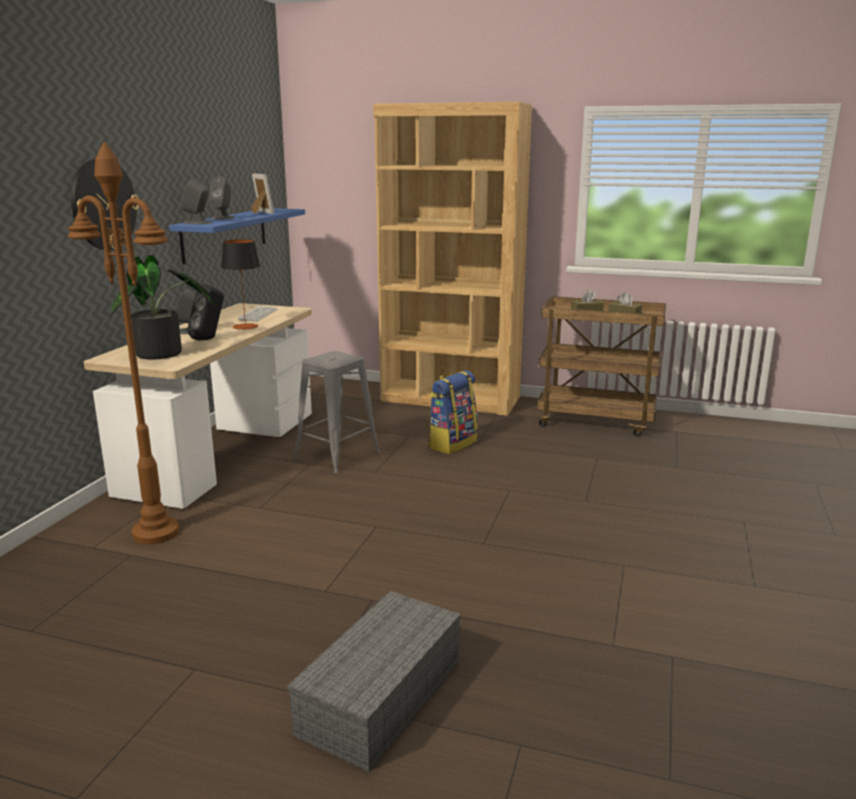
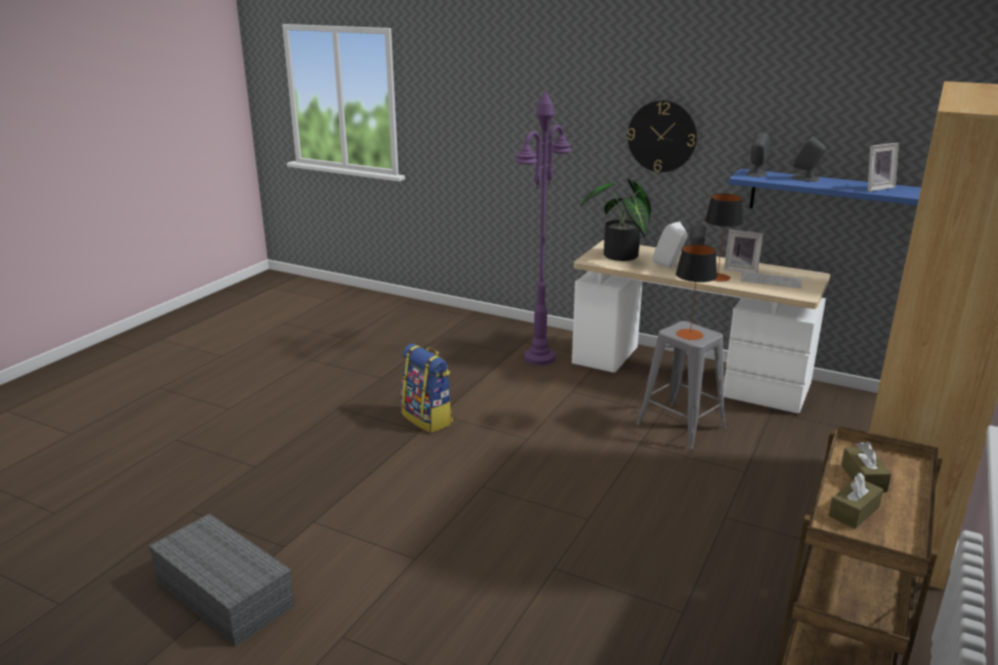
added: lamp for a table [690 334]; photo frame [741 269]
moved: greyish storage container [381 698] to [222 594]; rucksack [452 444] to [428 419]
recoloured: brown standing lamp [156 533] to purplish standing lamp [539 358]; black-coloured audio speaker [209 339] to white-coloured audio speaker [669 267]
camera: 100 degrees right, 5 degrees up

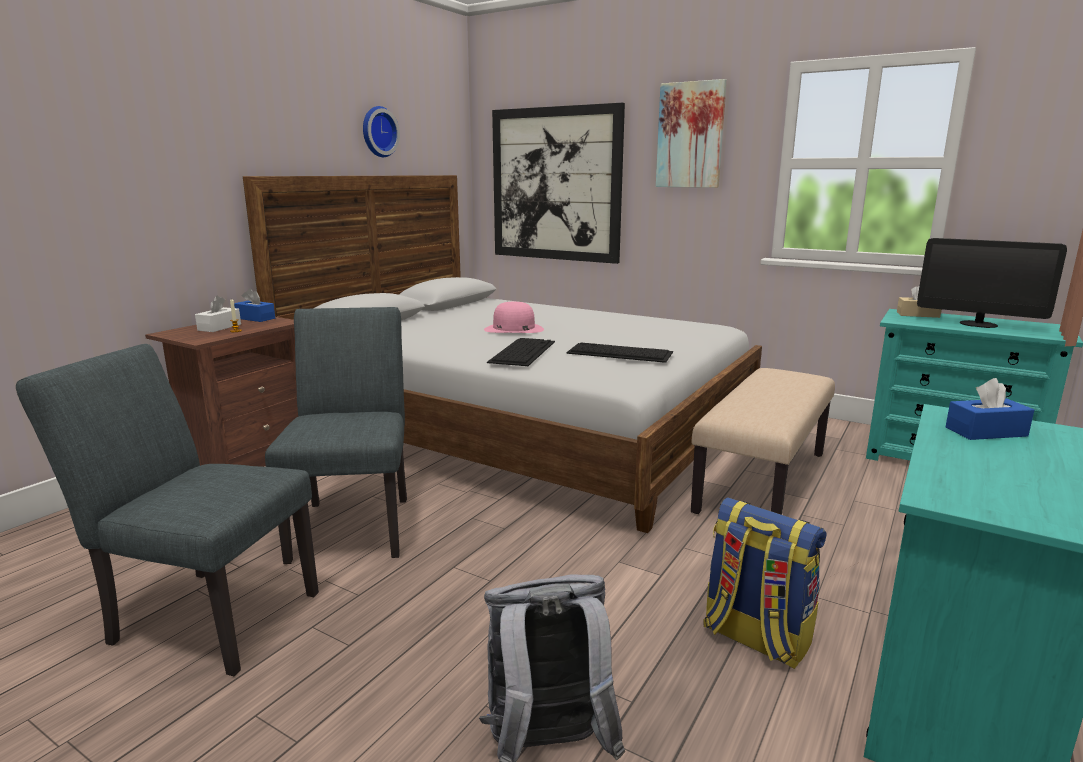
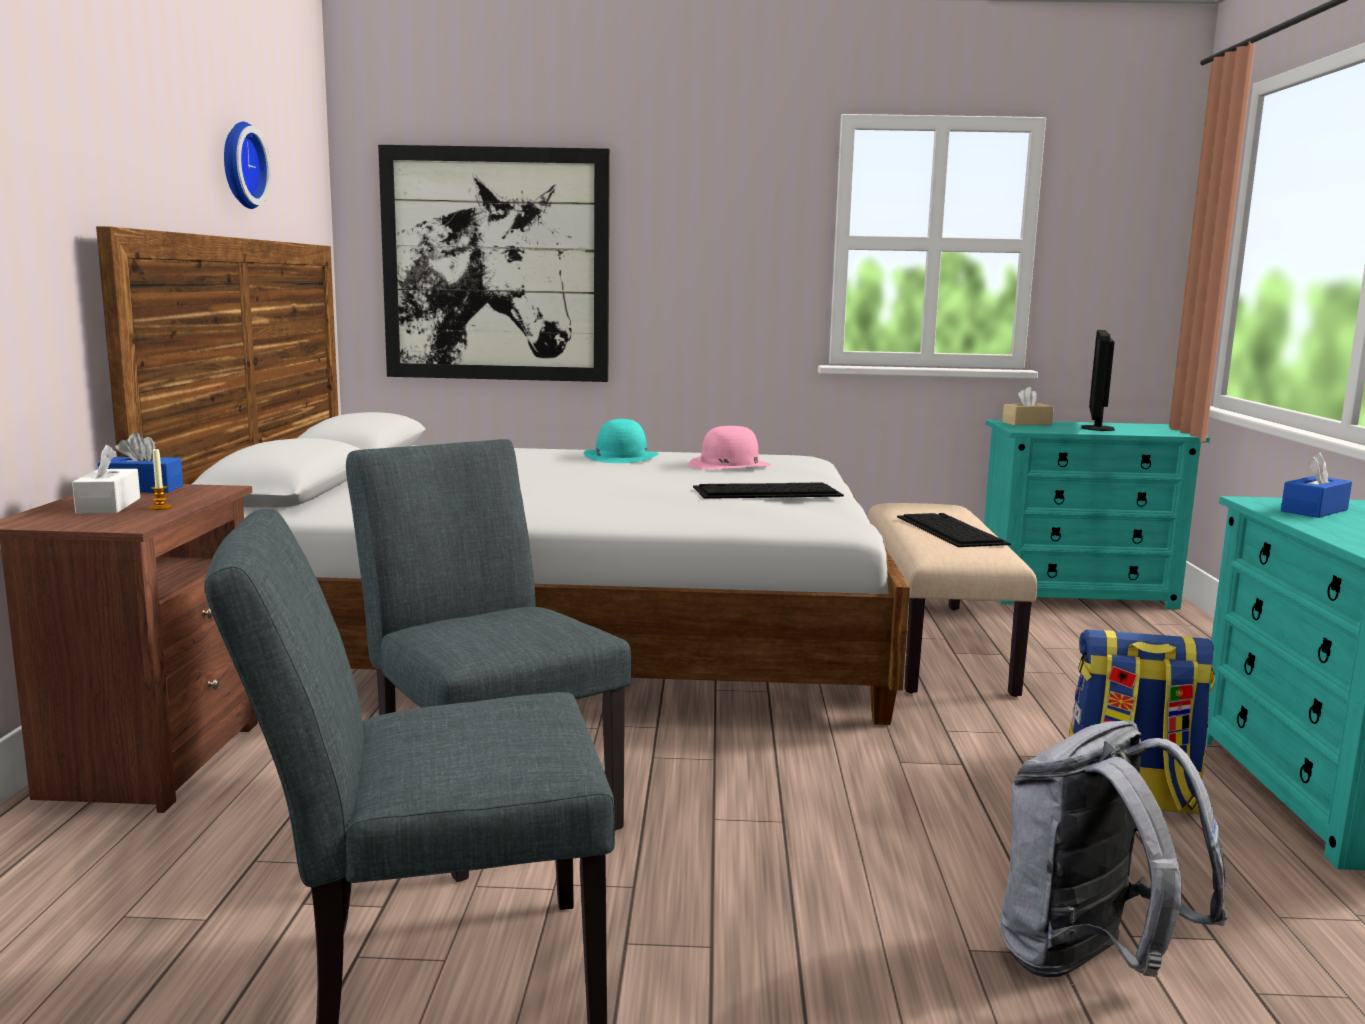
removed: wall art [690 135]
added: blue-green hat [621 456]
moved: pink hat [513 329] to [729 464]; computer keyboard [522 351] to [949 530]
turned: computer display [978 324] = [1097 428] 105 degrees clockwise
camera: 30 degrees left, 5 degrees down

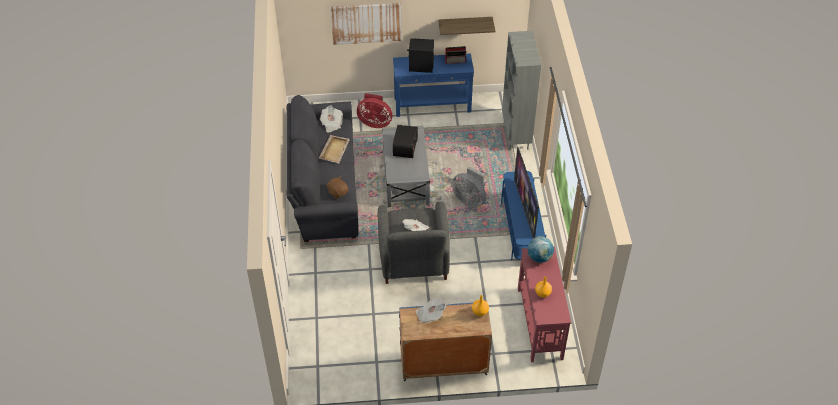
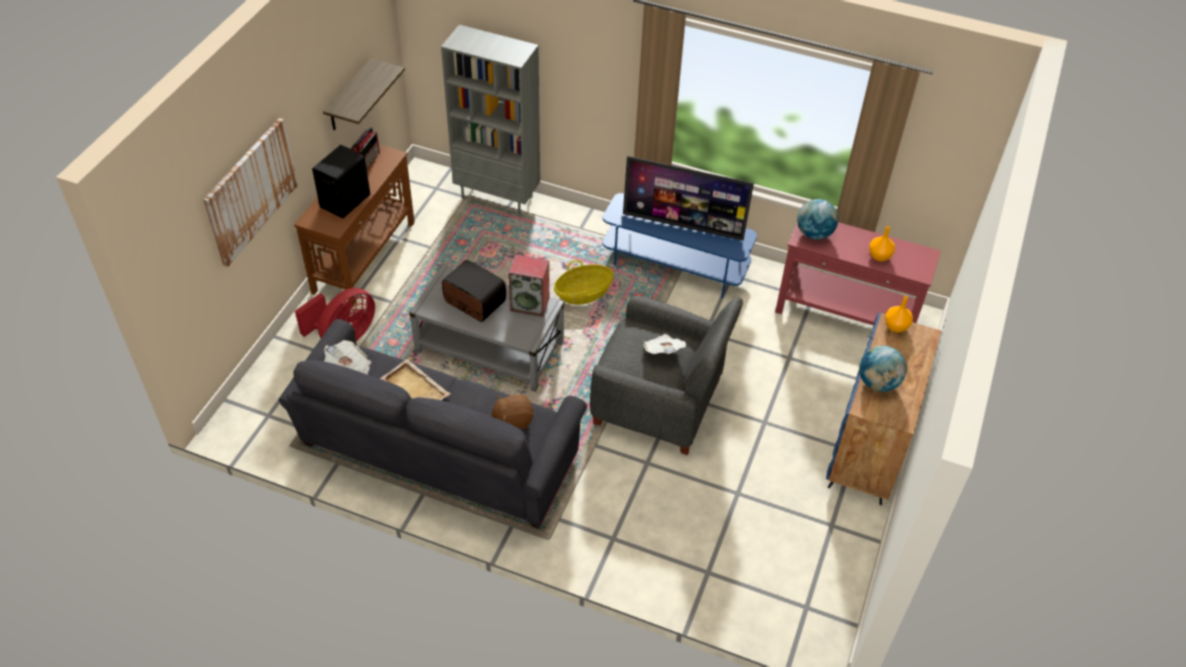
added: audio speaker [530 304]
replaced: daily paper [430 315] to desk globe [877 383]; greyish electric fan [469 199] to basket [583 294]
recoloured: blue console table [433 105] to brown console table [365 256]
camera: 65 degrees left, 0 degrees up

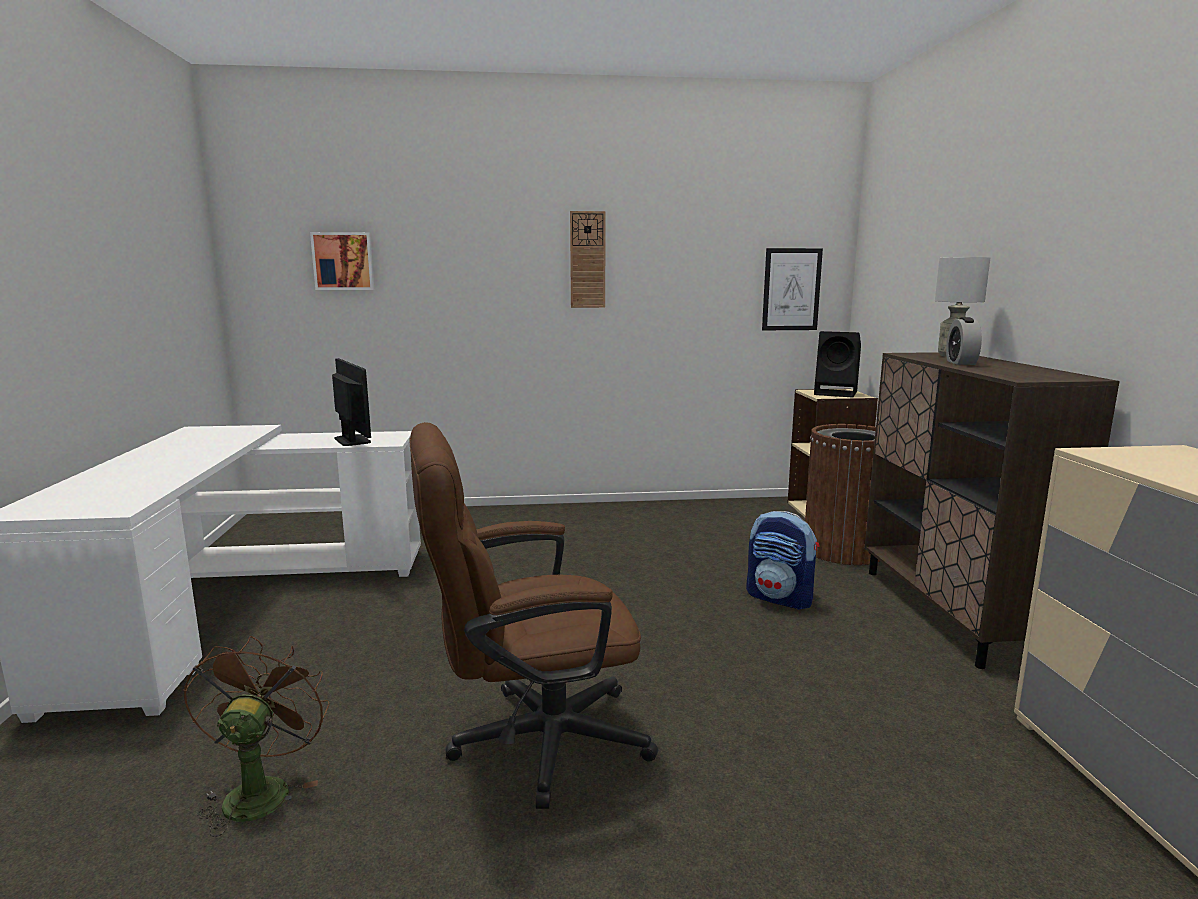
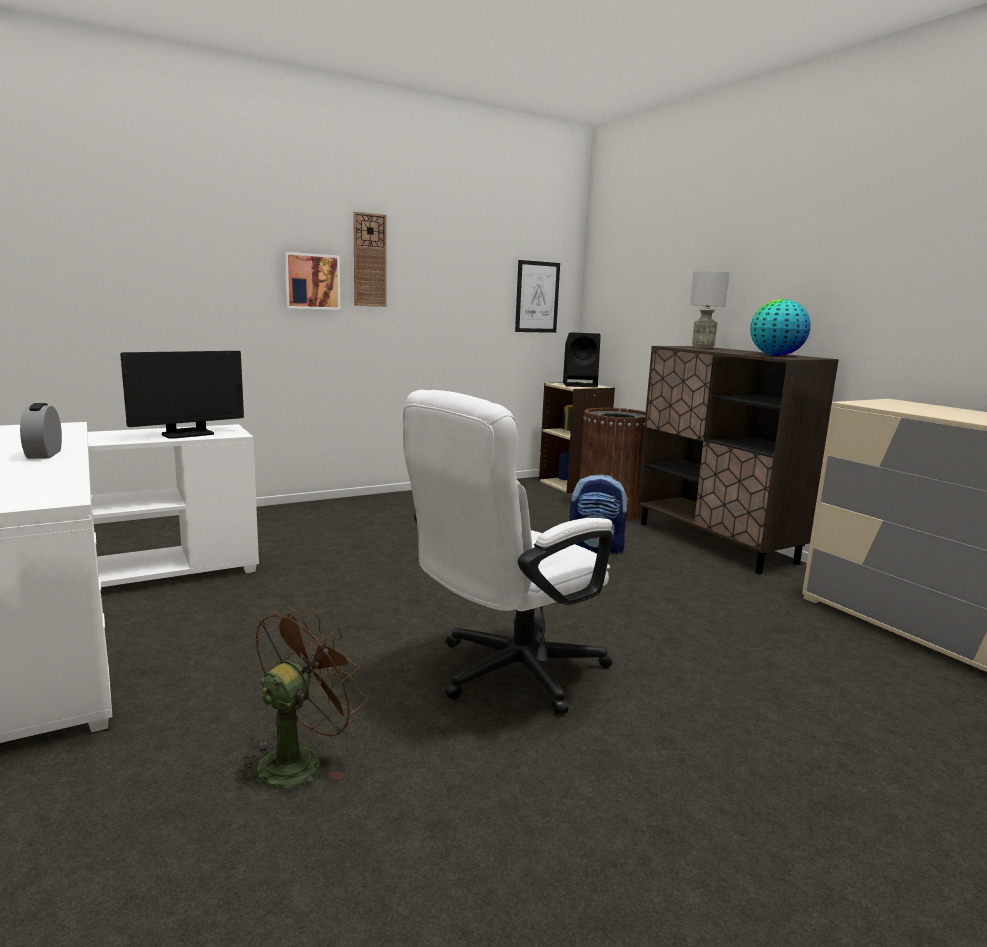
added: desk globe [775 356]
moved: wall art [343 261] to [311 281]; alarm clock [961 362] to [44 454]
recoloured: brown office chair [531 742] to white-coloured office chair [506 674]
turned: brown electric fan [260 790] = [298 760] 60 degrees clockwise; computer display [352 440] = [188 434] 105 degrees clockwise
camera: 25 degrees left, 0 degrees up

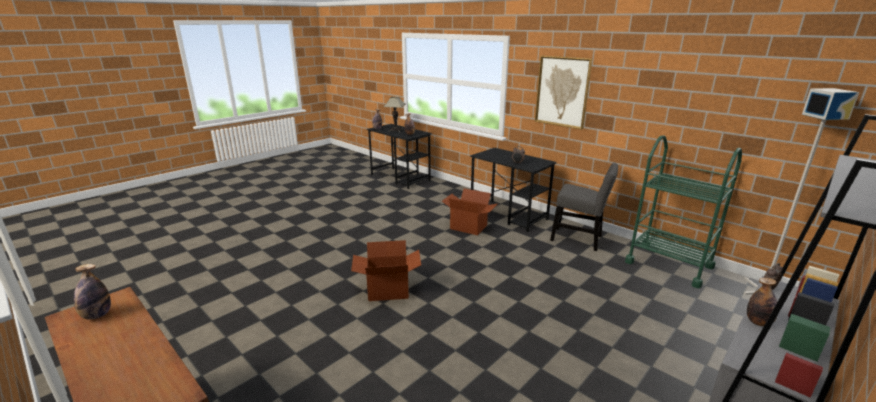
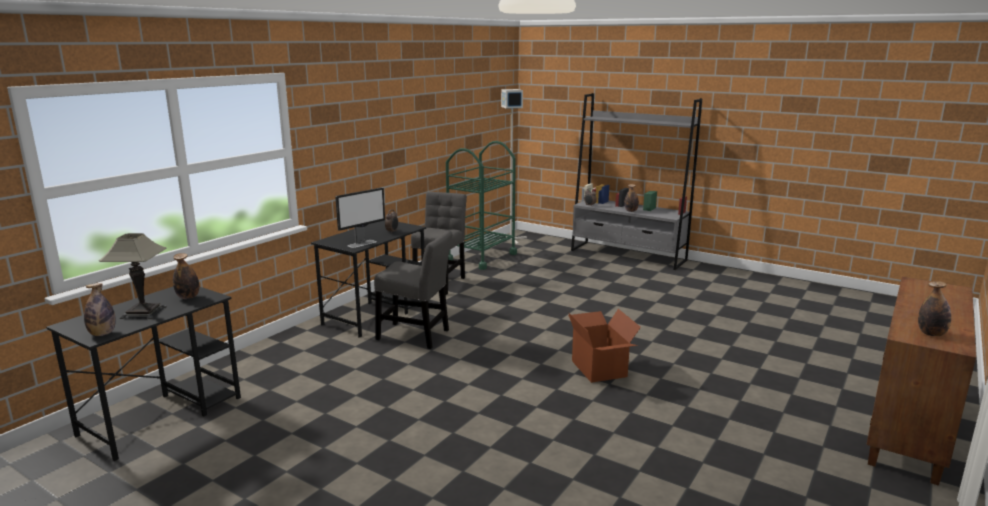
removed: wall art [562 92]
added: computer display [362 243]
replaced: cardboard box [469 227] to greyish plain chair [416 335]
camera: 100 degrees left, 5 degrees down

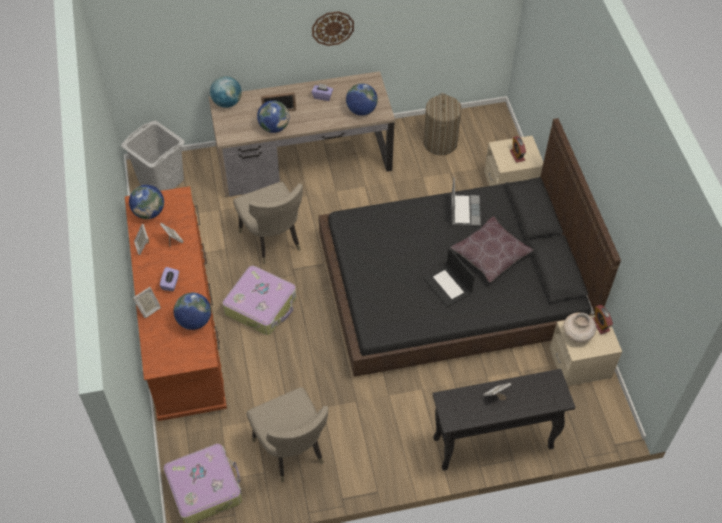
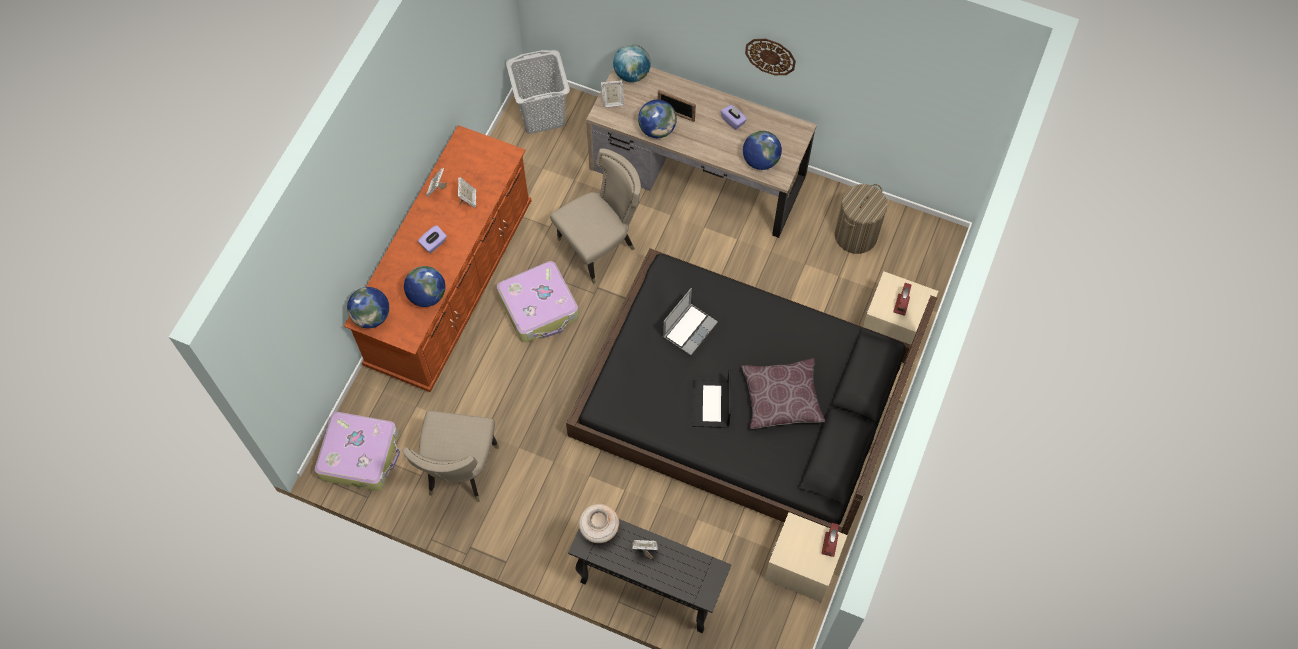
moved: desk globe [149 212] to [372 316]; photo frame [148 309] to [612 101]; portable computer [464 210] to [689 329]; sand-coloured decorative vase [577 334] to [599 528]
turned: sand-coloured plain chair [273 241] = [600 245] 135 degrees counterclockwise
camera: 35 degrees right, 10 degrees up

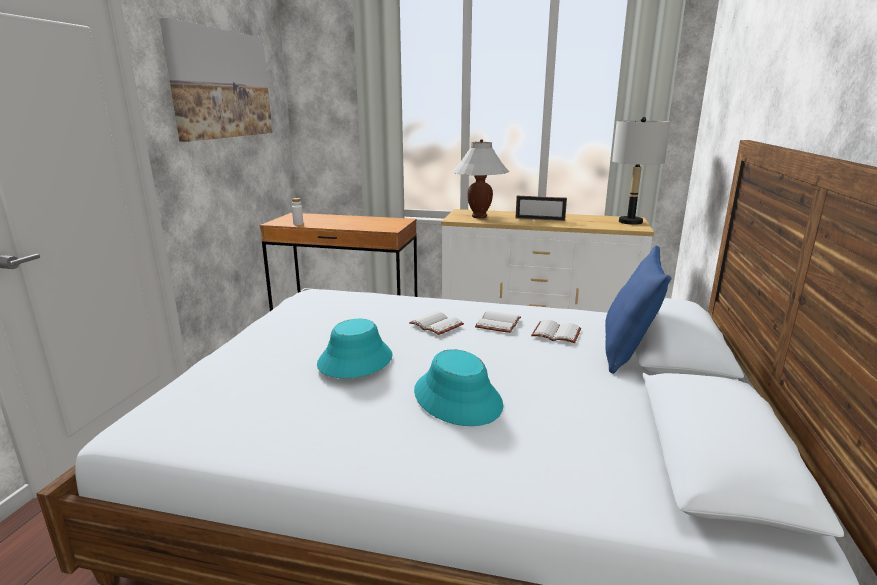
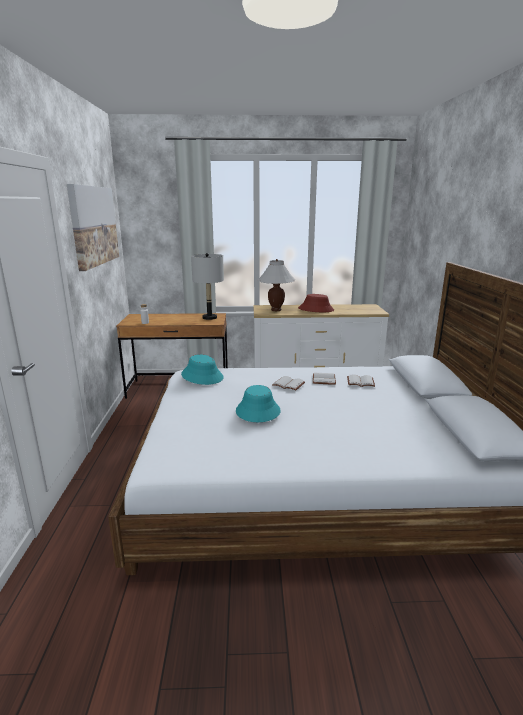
removed: blue cushion [627 352]
moved: blue-green hat [458 398] to [202 376]; greyish lamp for a table [630 222] to [209 318]
replaced: photo frame [540 219] to reddish hat [316 309]
camera: 15 degrees left, 0 degrees up

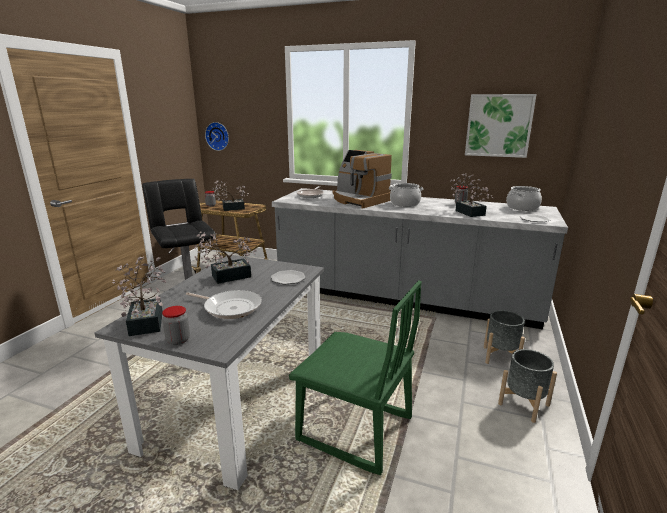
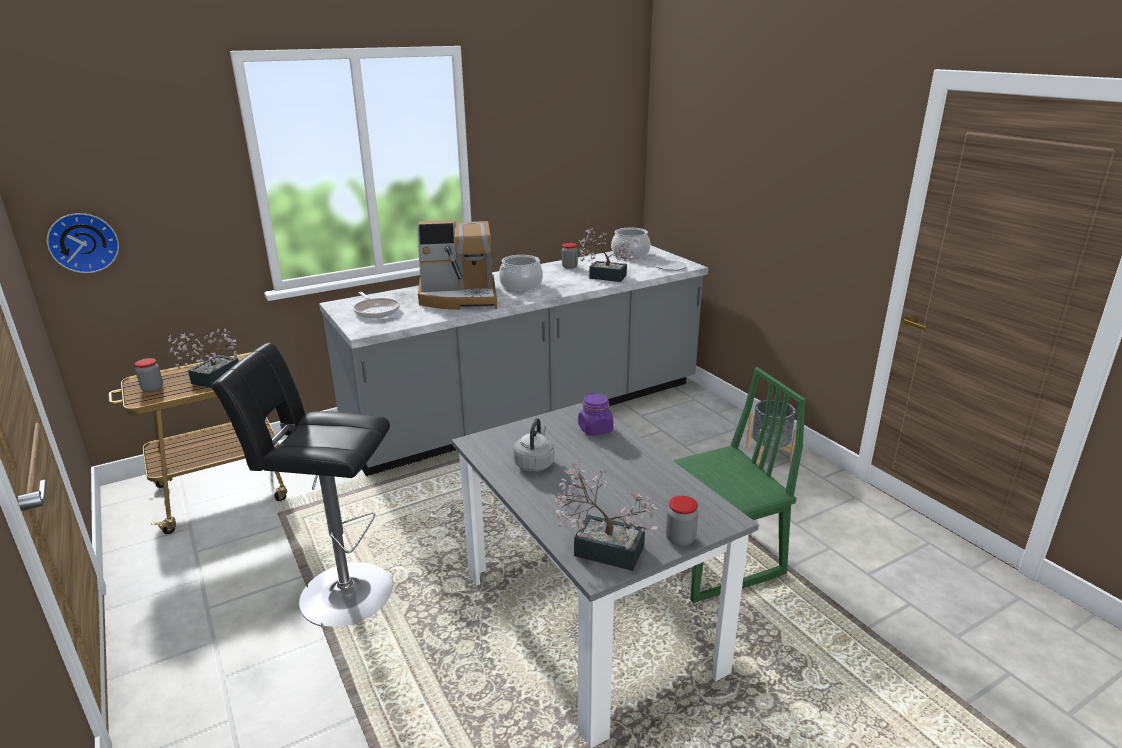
removed: frying pan [230 307]; wall art [498 125]; greyish flower pot [500 357]
replaced: houseplant [226 277] to greyish water kettle [535 463]; dinner plate [288 278] to purplish storage jar [595 429]
camera: 50 degrees left, 5 degrees up

